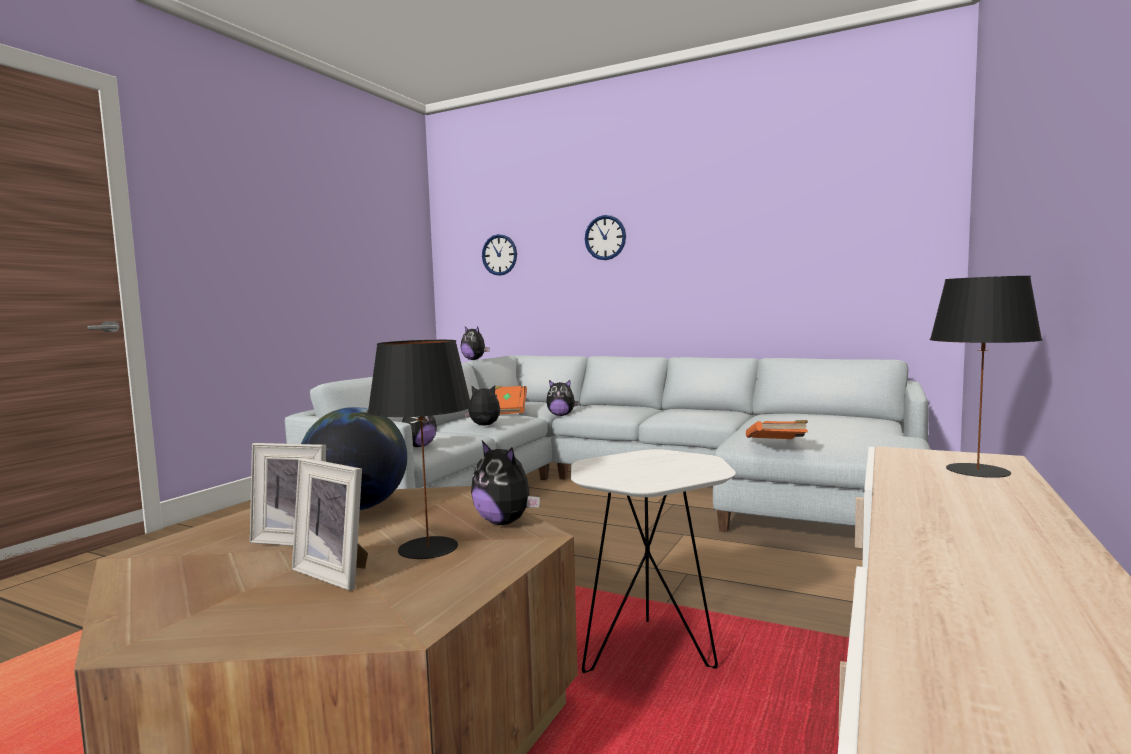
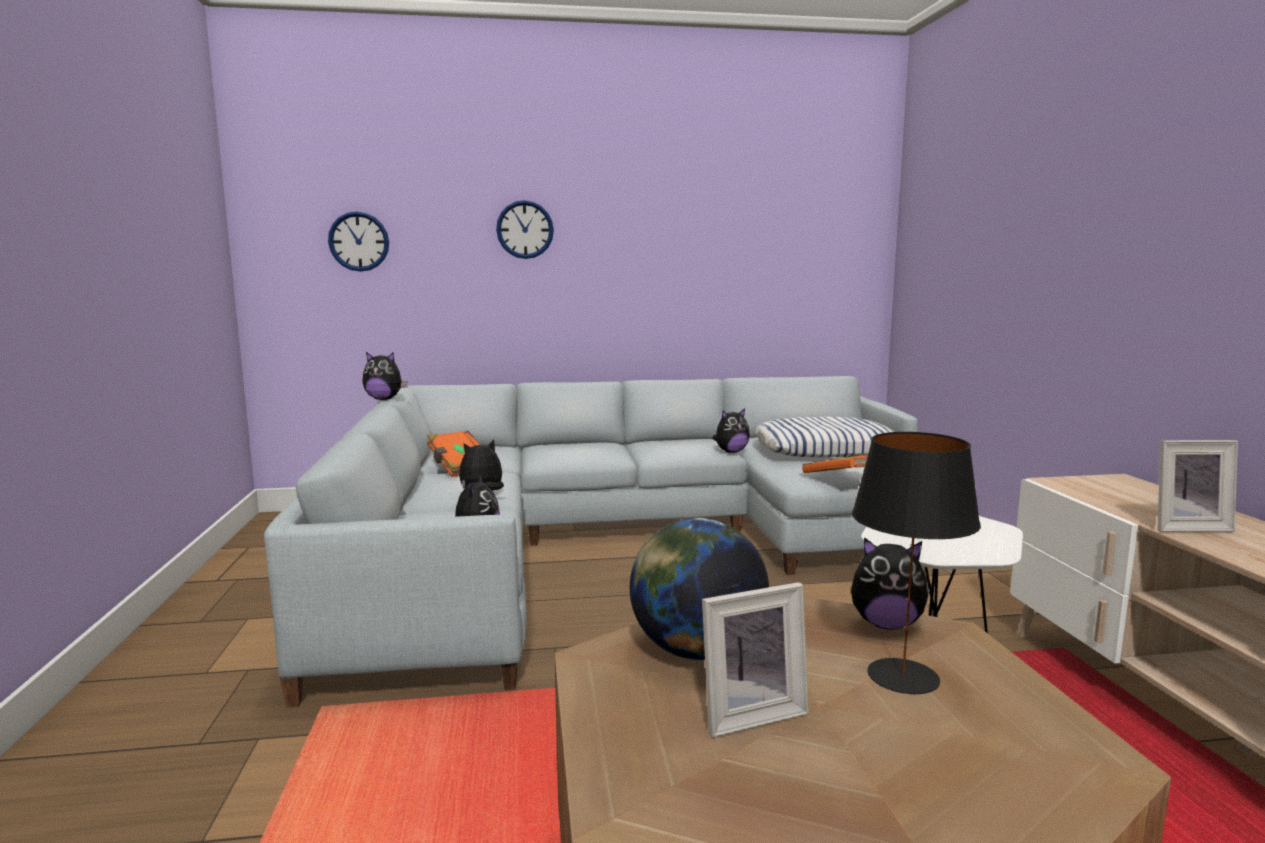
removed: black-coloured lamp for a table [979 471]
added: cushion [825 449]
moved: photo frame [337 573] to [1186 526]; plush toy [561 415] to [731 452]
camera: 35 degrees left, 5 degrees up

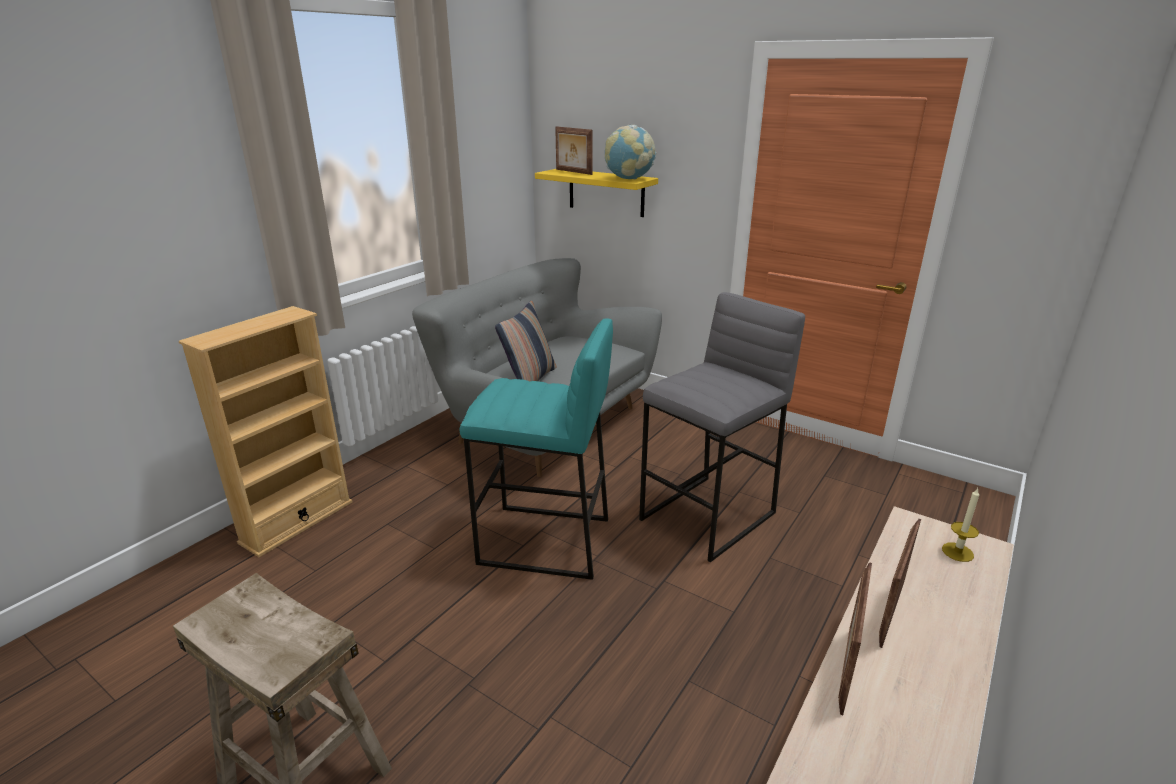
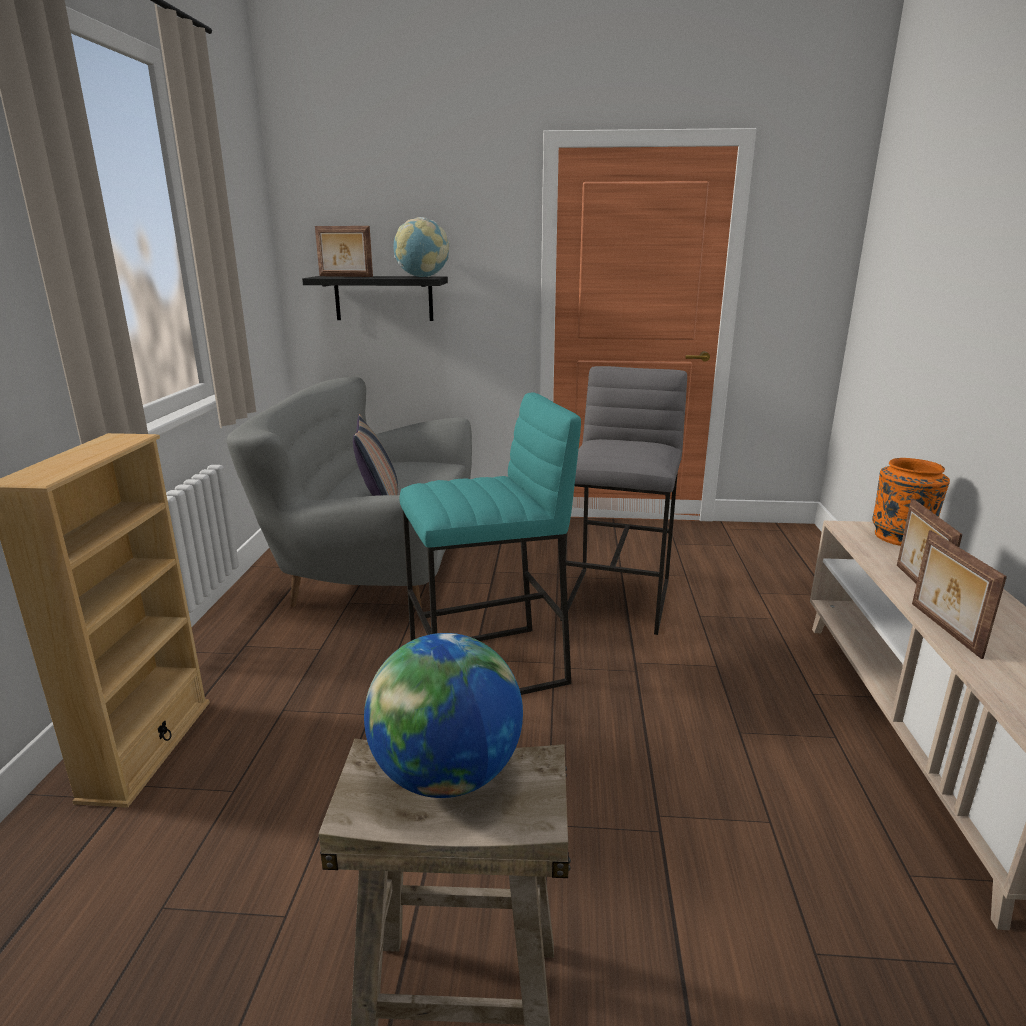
added: desk globe [446 776]
replaced: candle [957 552] to orange decorative vase [900 536]
recoloured: yellow-coloured shelf [606 192] to black-coloured shelf [383 298]
camera: 30 degrees left, 5 degrees down

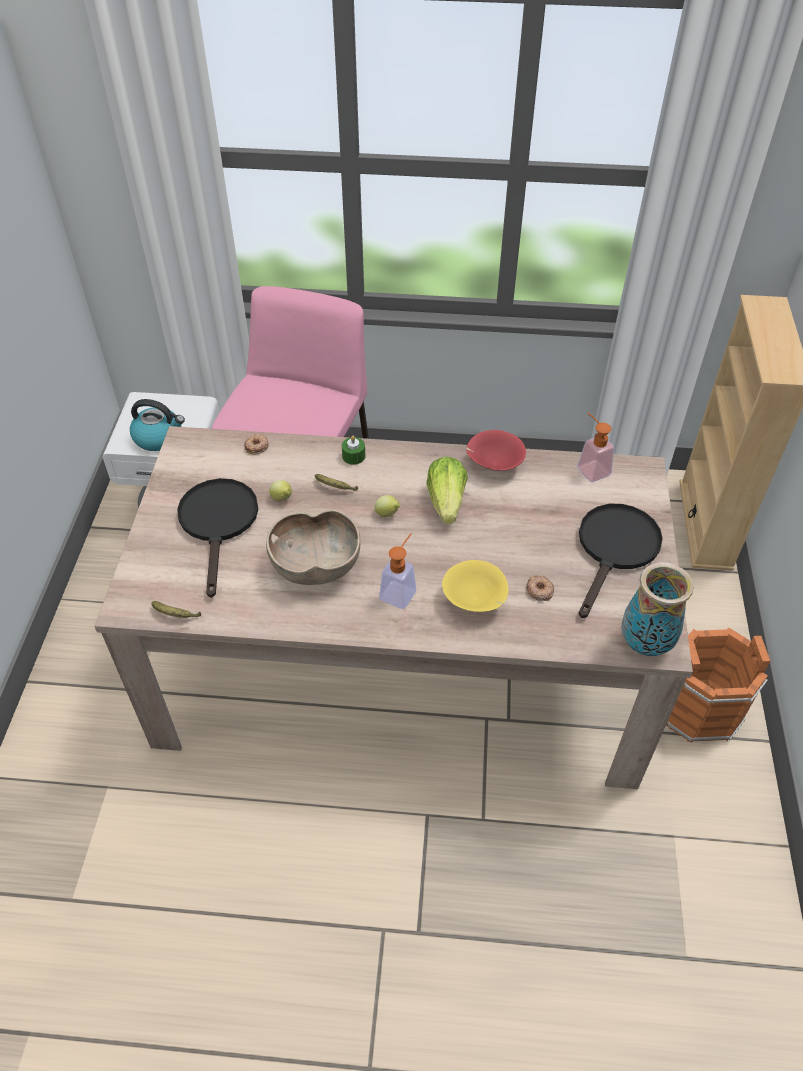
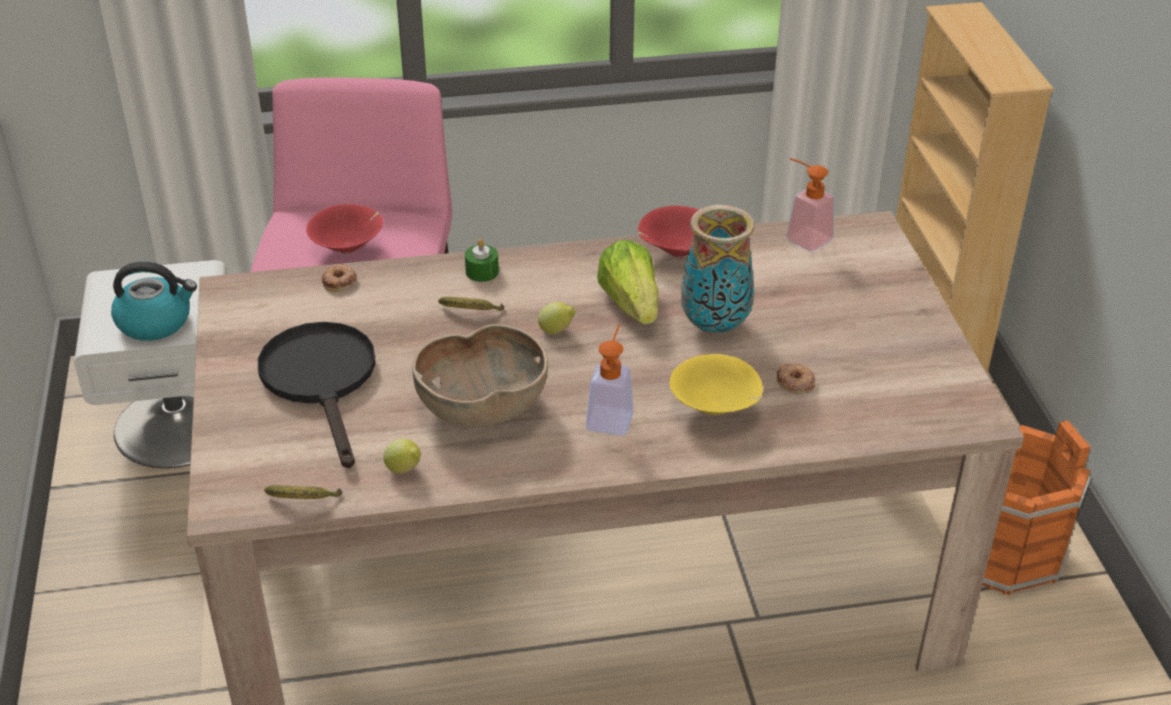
removed: black-coloured frying pan [615 550]
added: reddish bowl [349 248]
moved: whole lemon [282 499] to [405 470]; decorative vase [645 643] to [715 325]
camera: 15 degrees left, 10 degrees down

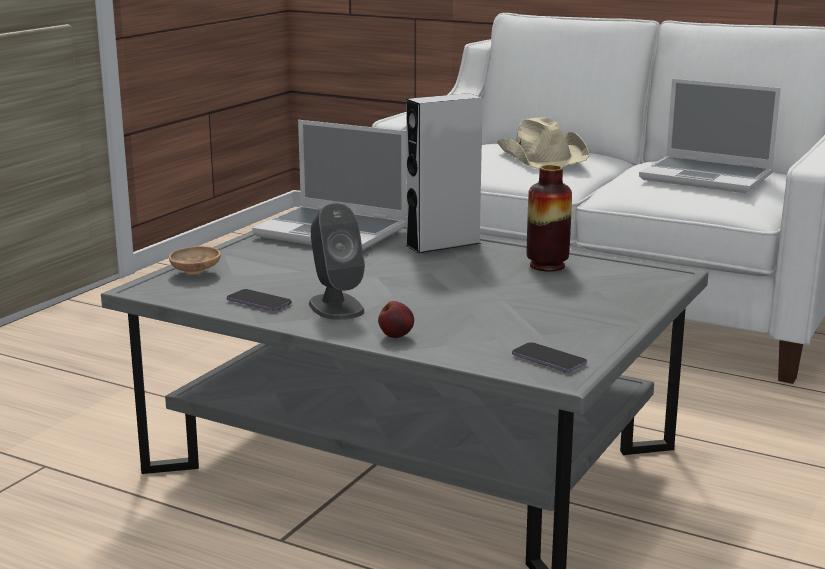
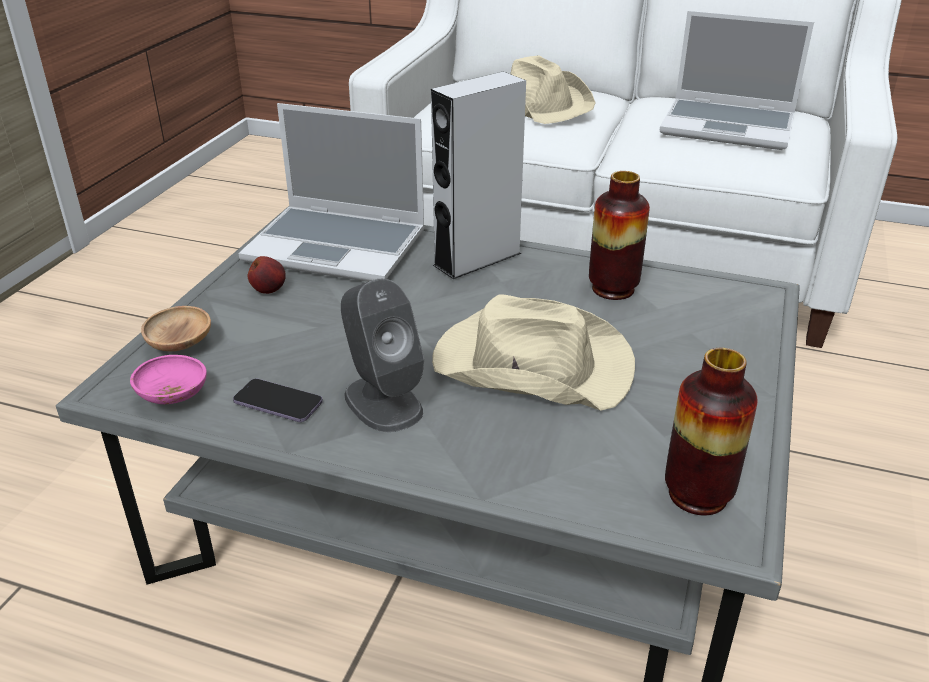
added: pink bowl [173 395]; sand-coloured hat [530 364]
moved: apple [396 336] to [269 290]
replaced: phone [549 360] to decorative vase [697 494]
camera: 10 degrees left, 15 degrees up

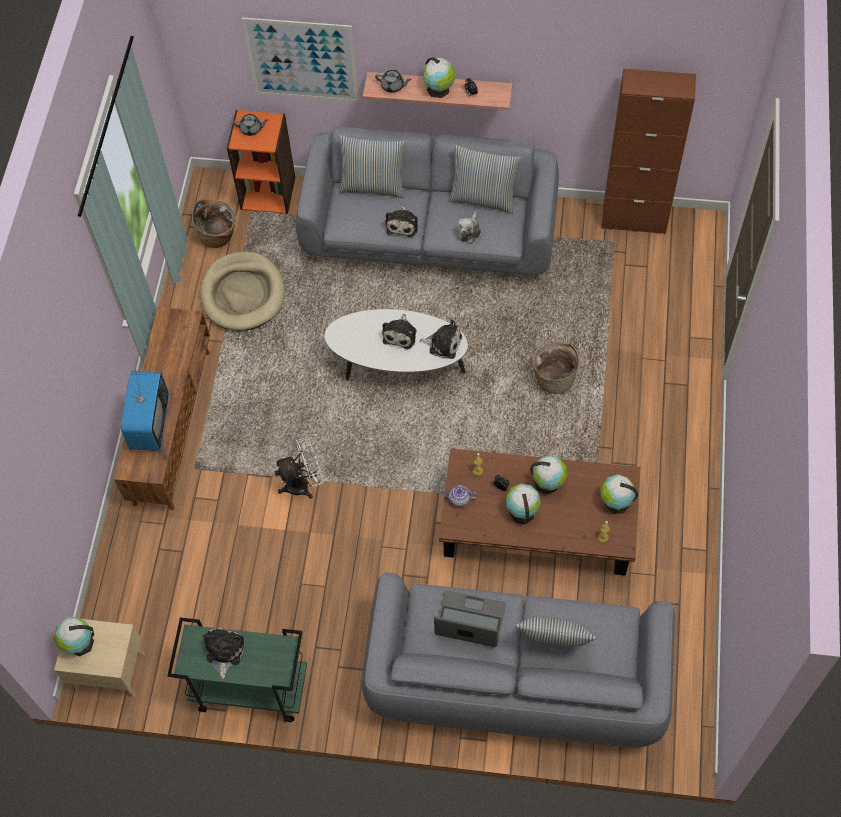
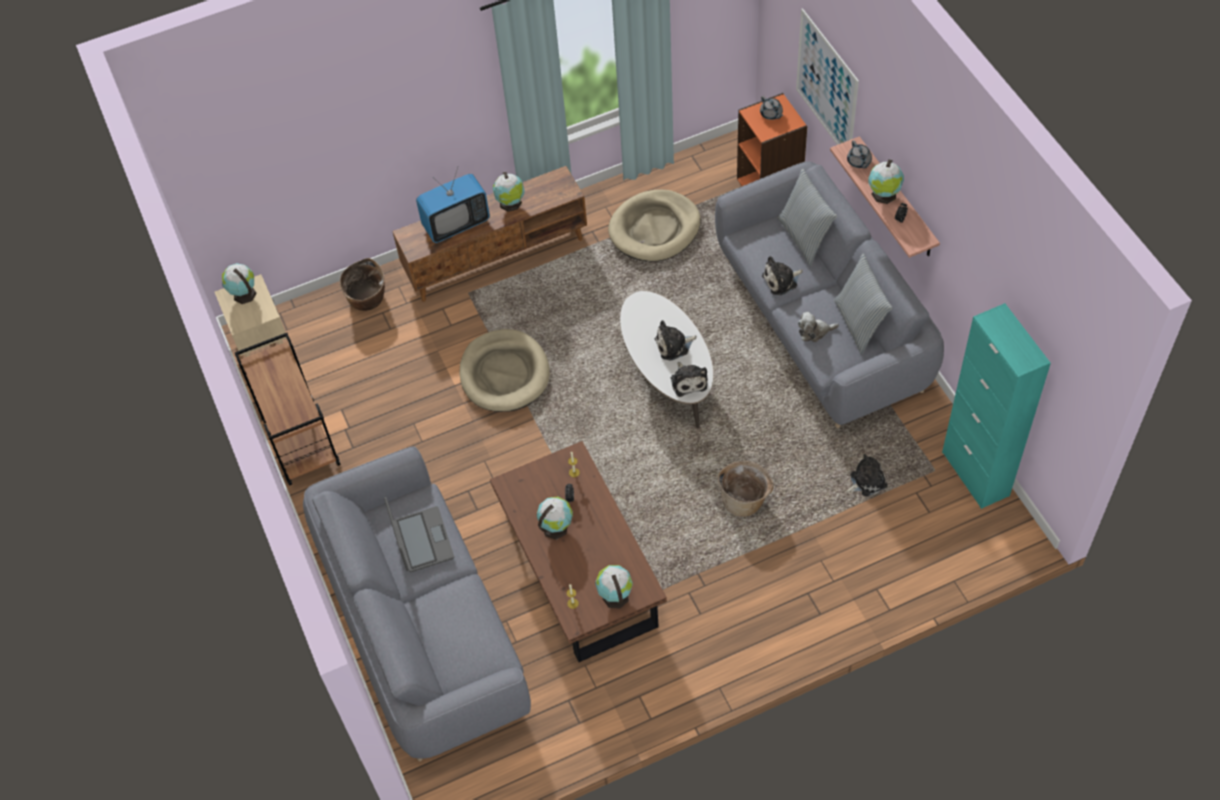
removed: tea pot [459 500]; cushion [554 643]
moved: basket [218 236] to [367 300]; plush toy [224 652] to [866 481]; desk globe [548 483] to [510 204]
replaced: white-coloured electric fan [303 484] to sand-coloured dog cushion [504 373]
recoloured: green-coloured trolley [249 690] to brown trolley [300 442]; brown cabinet [634 219] to blue-green cabinet [975 473]
camera: 60 degrees right, 5 degrees down

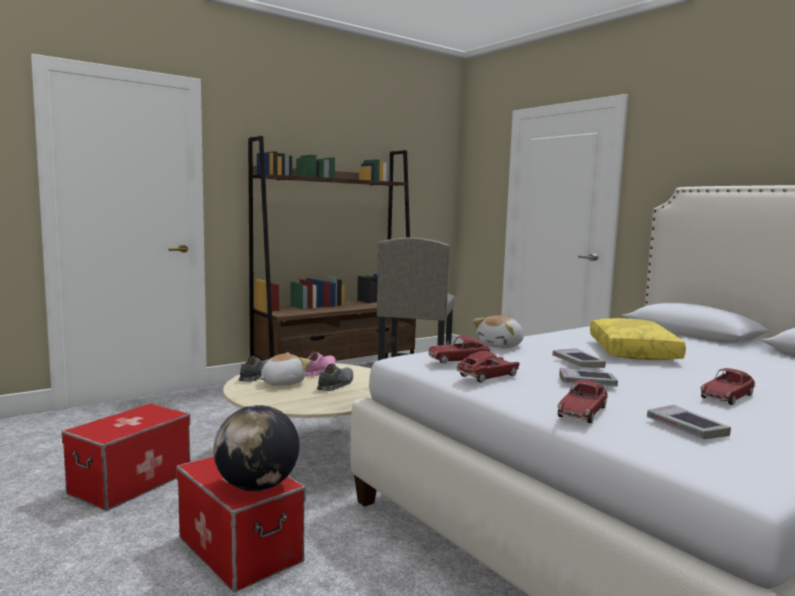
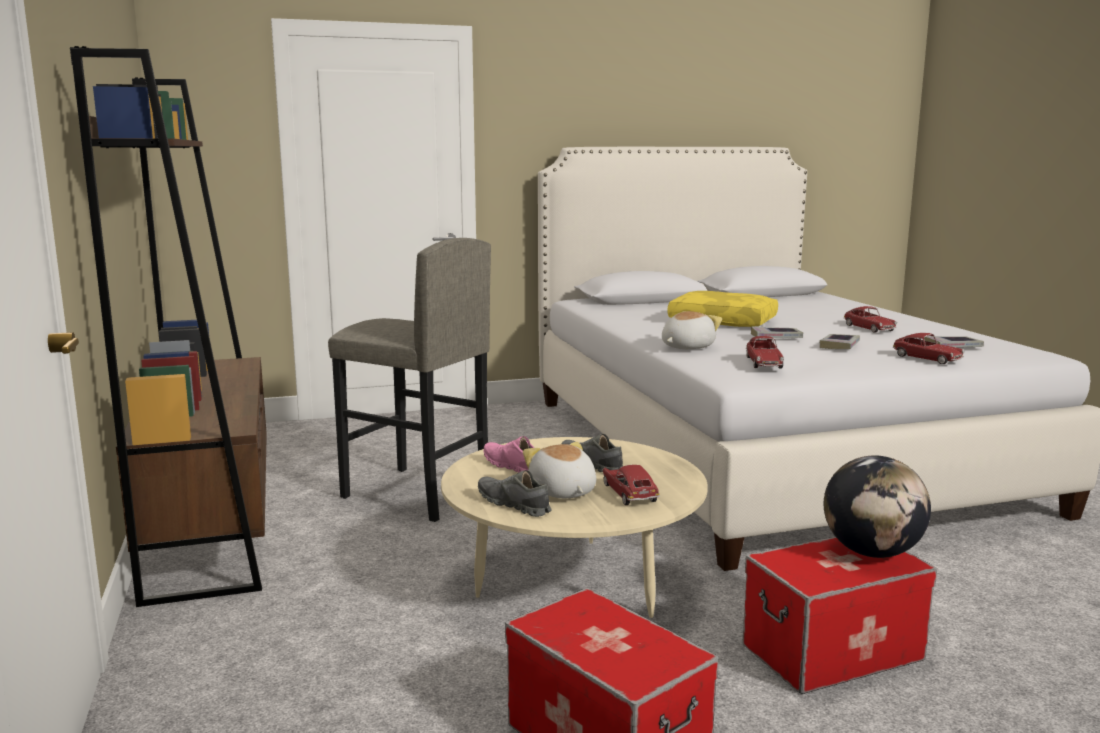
moved: miniature car [488 376] to [629 493]
turned: plush toy [501 346] = [686 347] 105 degrees counterclockwise
camera: 70 degrees left, 5 degrees up

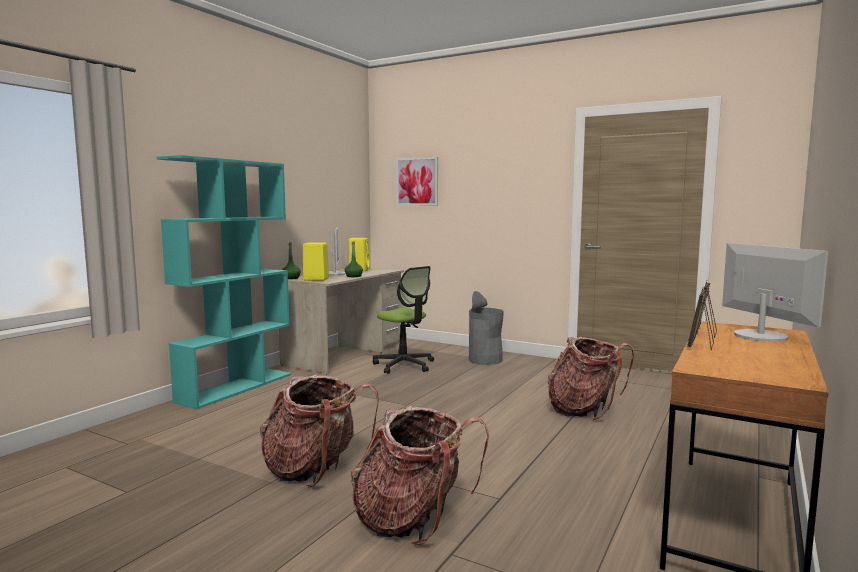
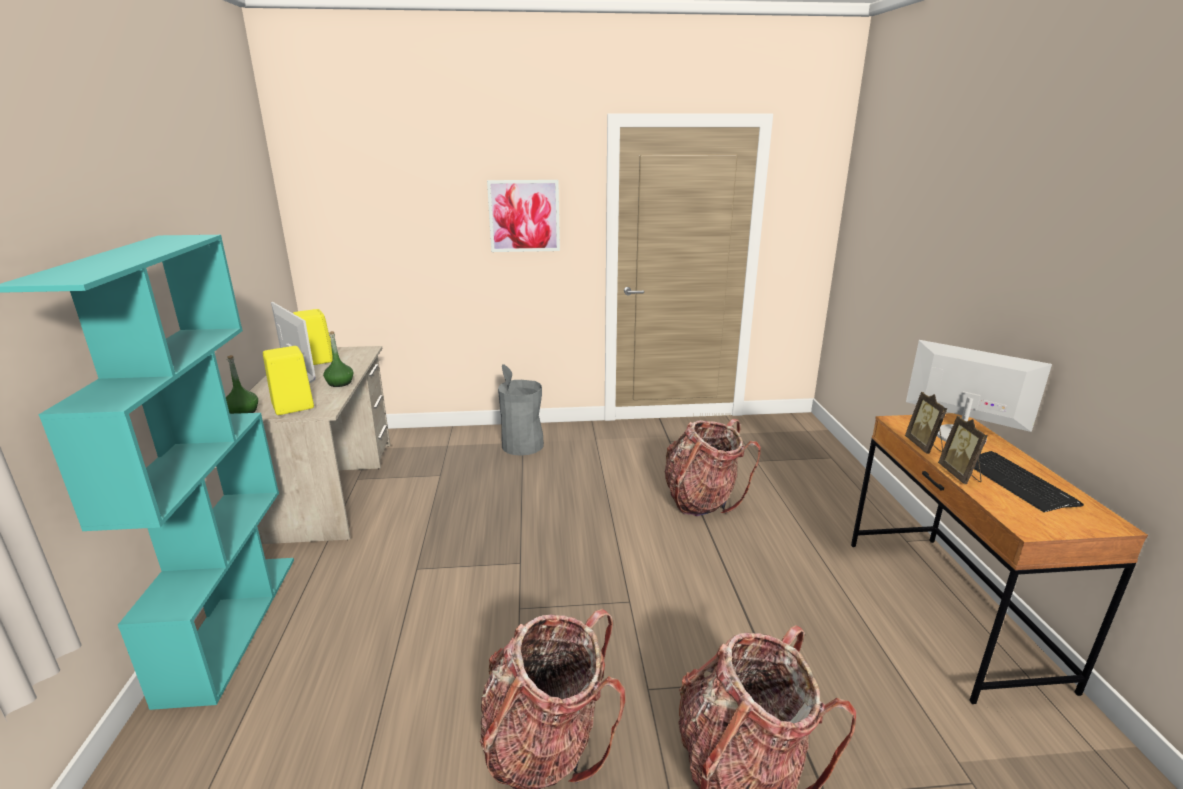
removed: office chair [404 365]
added: computer keyboard [1017 482]
moved: wall art [417 181] to [524 216]
camera: 35 degrees left, 15 degrees up

